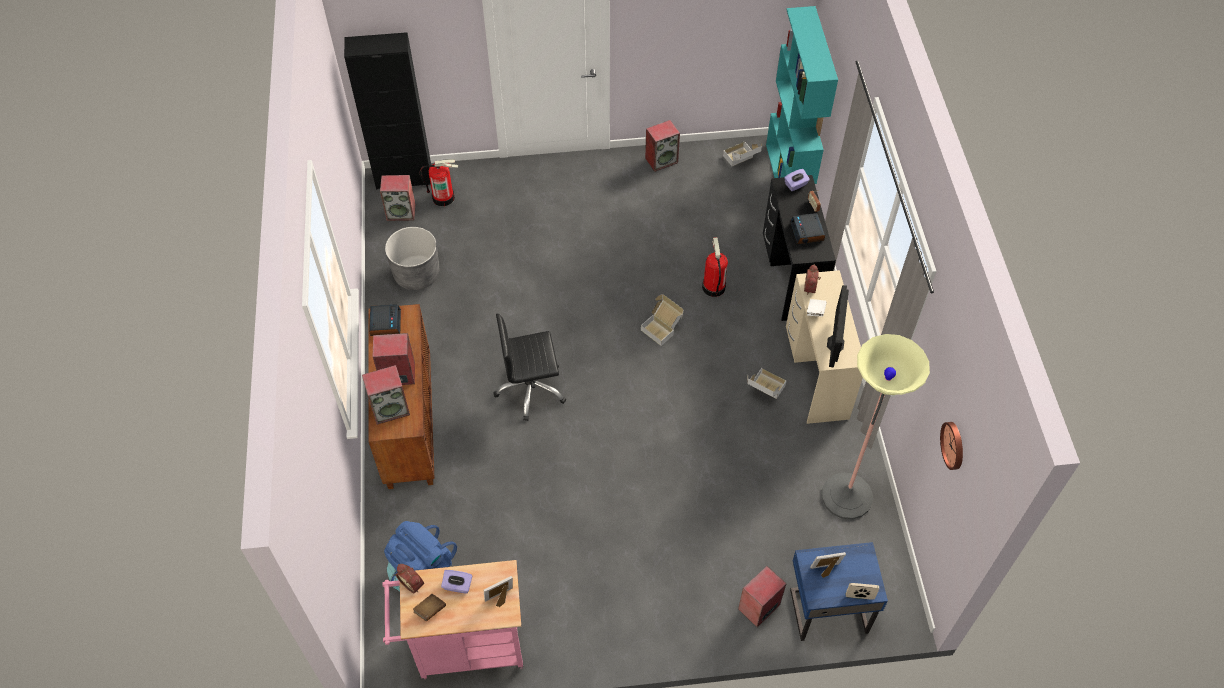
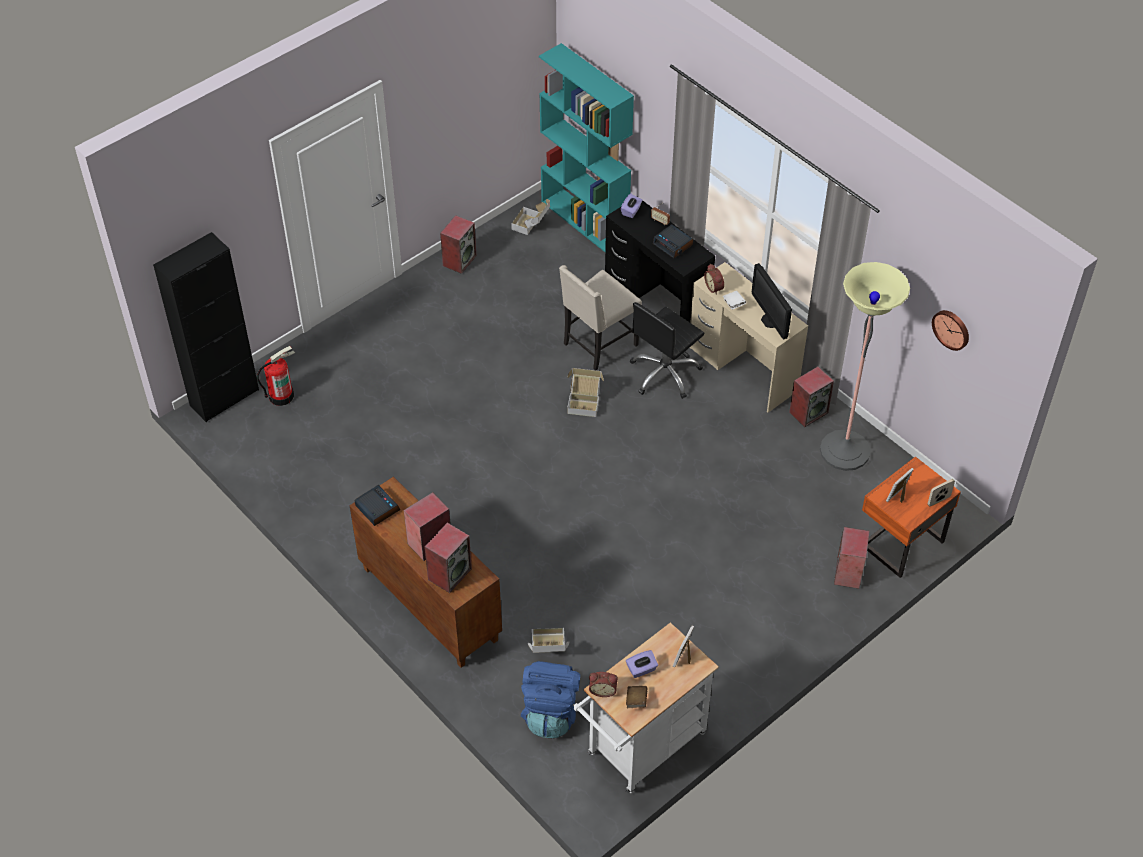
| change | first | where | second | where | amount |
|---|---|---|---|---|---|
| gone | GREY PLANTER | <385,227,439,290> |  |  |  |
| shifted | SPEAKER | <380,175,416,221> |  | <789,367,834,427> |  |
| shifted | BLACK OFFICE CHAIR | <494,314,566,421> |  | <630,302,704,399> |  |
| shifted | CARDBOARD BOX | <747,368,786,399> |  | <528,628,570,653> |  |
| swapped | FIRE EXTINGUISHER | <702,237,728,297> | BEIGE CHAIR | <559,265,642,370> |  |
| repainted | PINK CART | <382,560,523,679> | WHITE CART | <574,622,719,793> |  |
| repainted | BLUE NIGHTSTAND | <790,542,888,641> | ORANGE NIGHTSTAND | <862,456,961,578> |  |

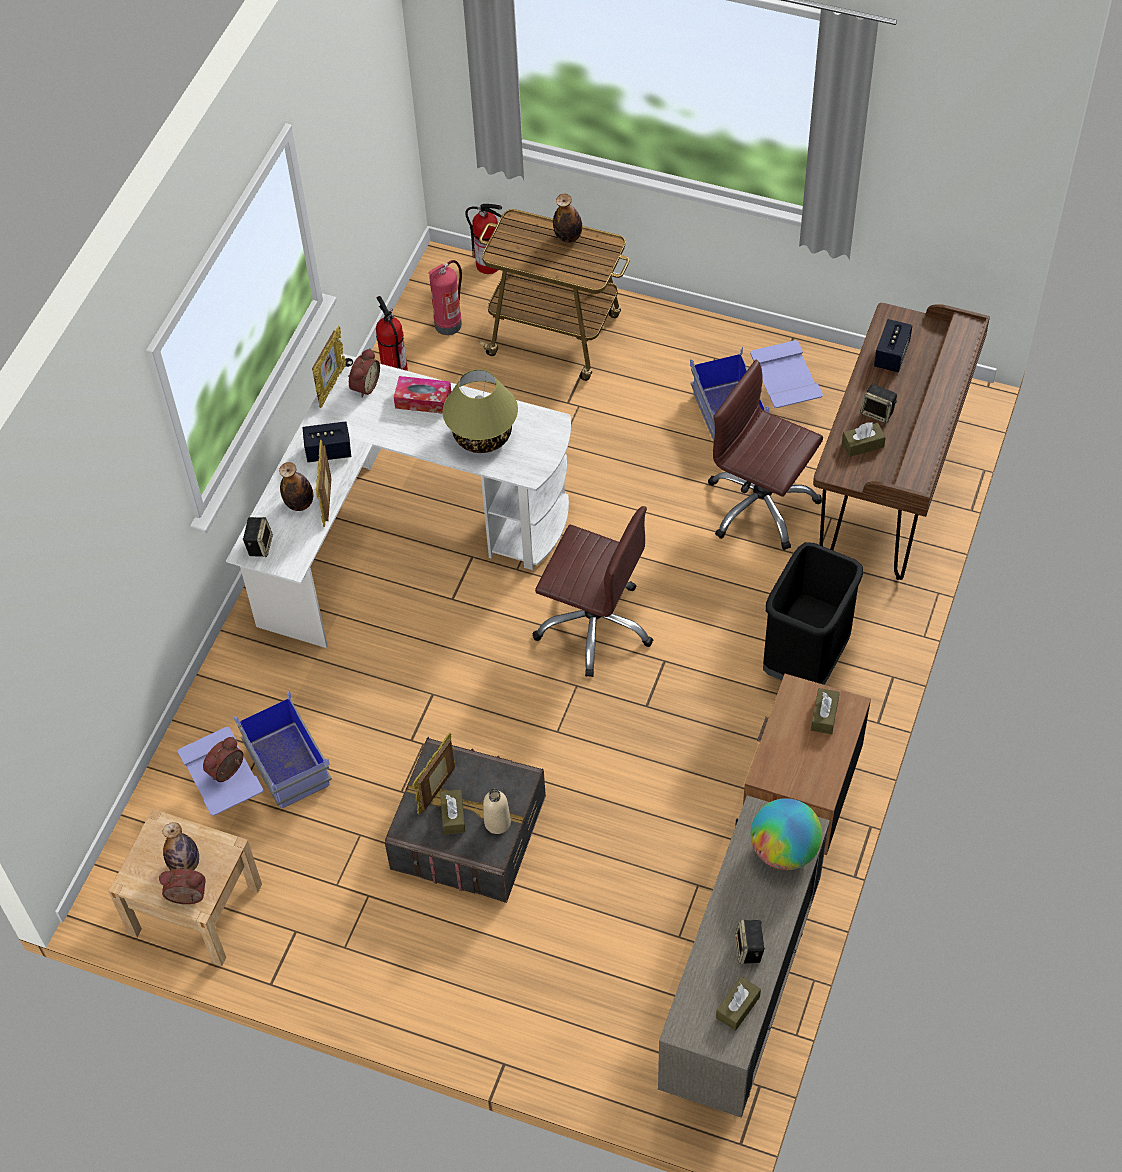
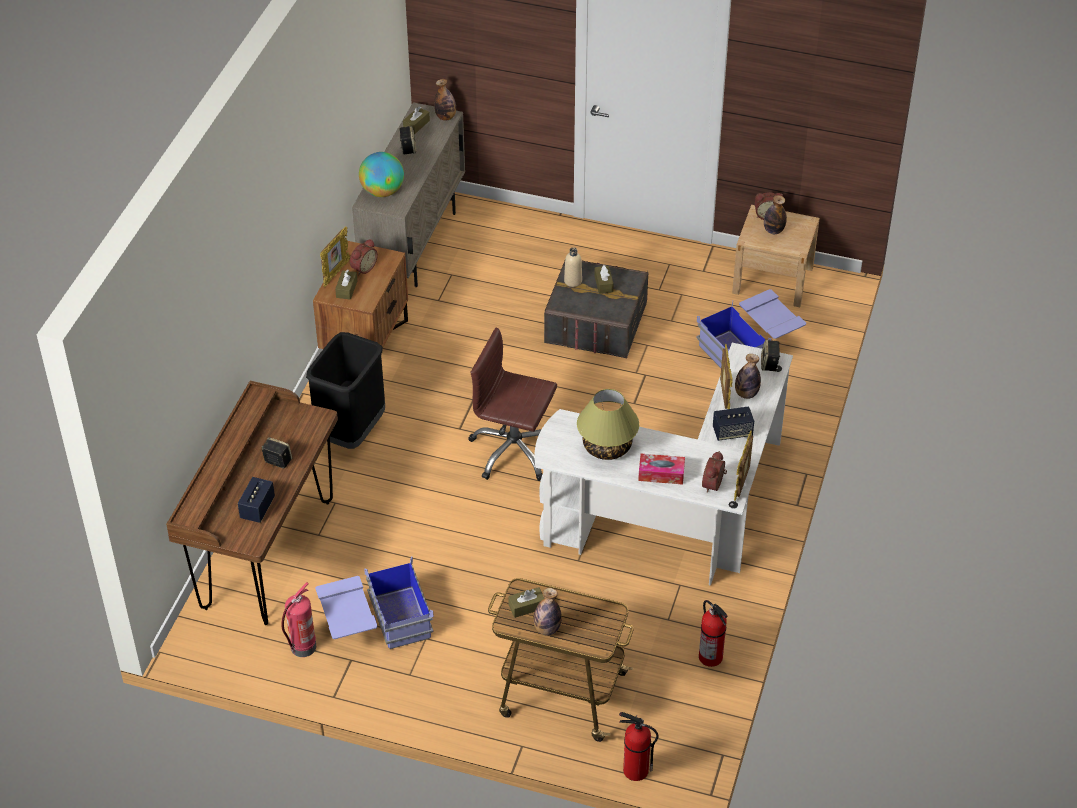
| change | first | where | second | where | amount |
|---|---|---|---|---|---|
| gone | BROWN OFFICE CHAIR | <708,360,823,550> |  |  |  |
| new |  |  | BOTTLE | <434,79,456,121> |  |
| shifted | ALARM CLOCK | <203,737,244,782> |  | <350,239,378,276> |  |
| shifted | PICTURE FRAME | <412,733,455,814> |  | <320,226,350,287> |  |
| shifted | FIRE EXTINGUISHER | <428,260,462,335> |  | <281,582,316,657> |  |
| shifted | BROWN TISSUE BOX | <842,422,886,457> |  | <508,587,544,618> |  |

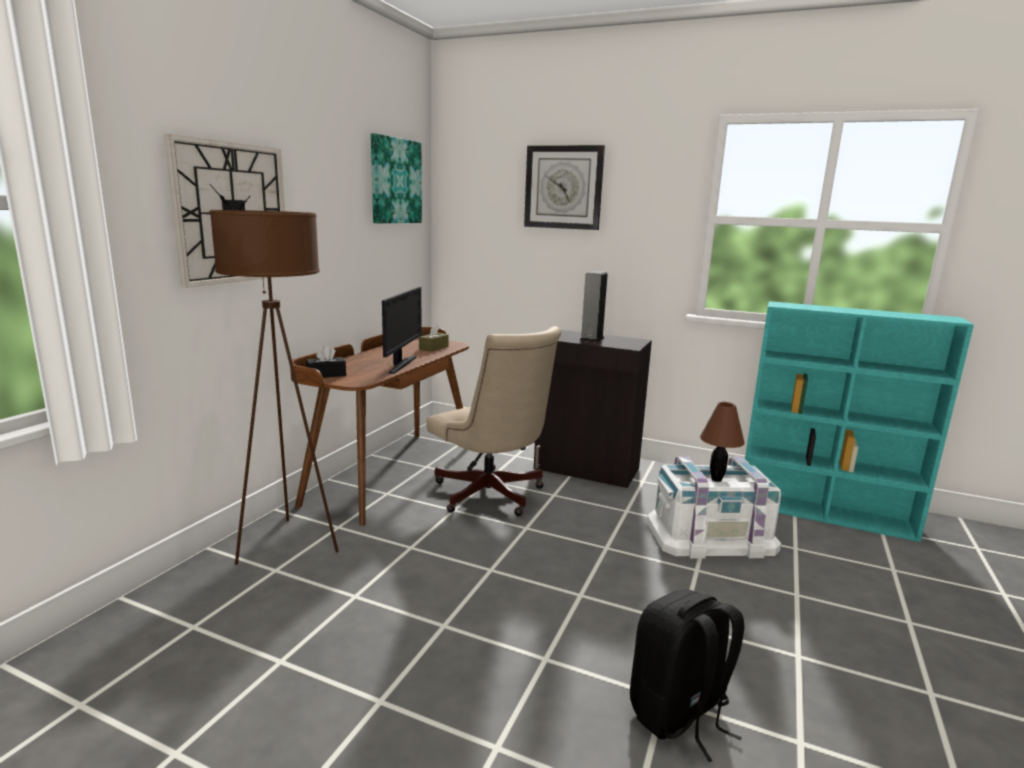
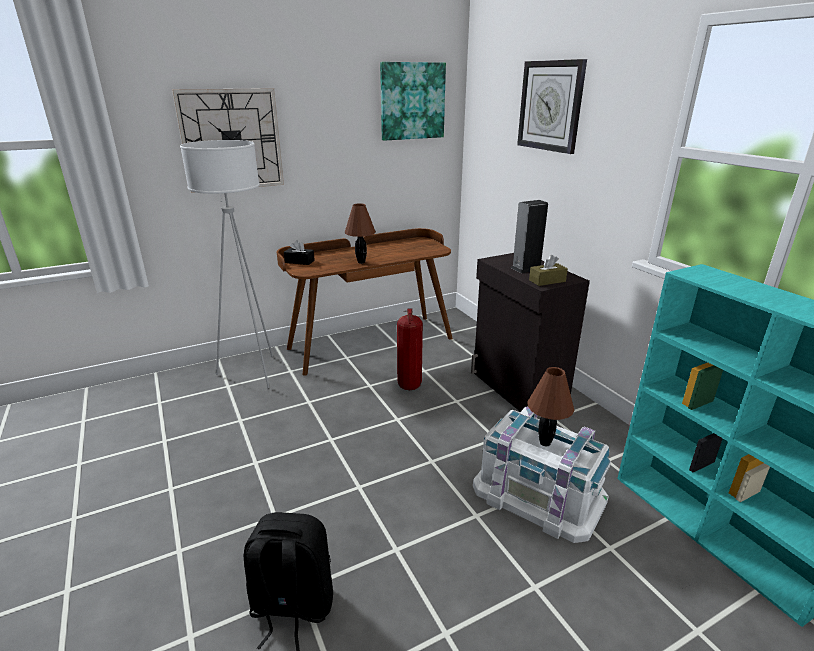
| change | first | where | second | where | amount |
|---|---|---|---|---|---|
| shifted | BROWN TISSUE BOX | <419,324,449,352> |  | <529,255,568,286> |  |
| swapped | MONITOR | <382,287,422,374> | BROWN TABLE LAMP | <345,203,376,264> |  |
| swapped | BEIGE OFFICE CHAIR | <426,326,561,516> | FIRE EXTINGUISHER | <397,309,423,390> |  |
| repainted | BROWN FLOOR LAMP | <210,210,339,565> | WHITE FLOOR LAMP | <180,140,273,388> |  |

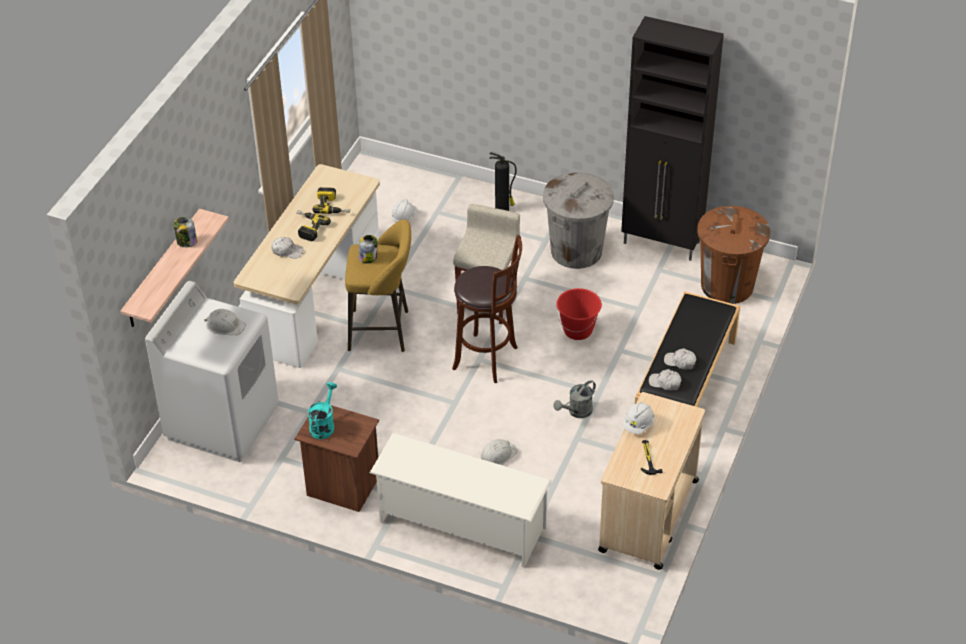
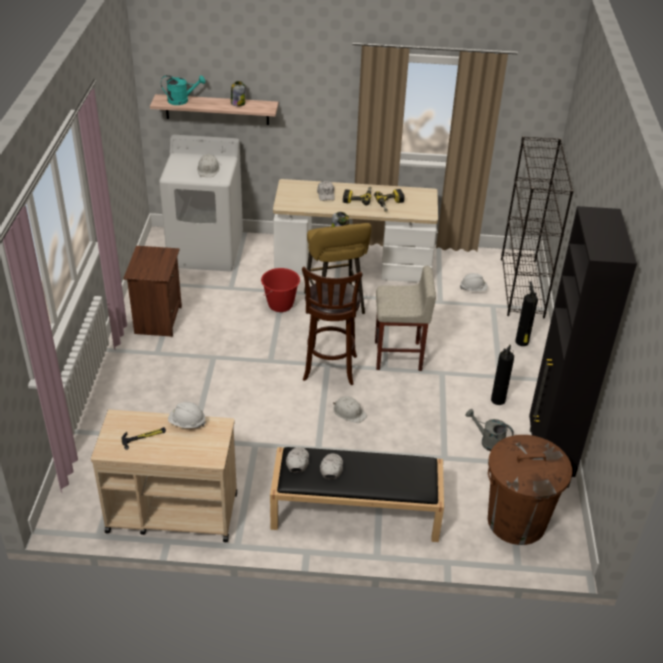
| change | first | where | second | where | amount |
|---|---|---|---|---|---|
| gone | WHITE SHOE RACK | <370,433,551,567> |  |  |  |
| new |  |  | BLACK BOOKCASE | <501,136,573,318> |  |
| shifted | TURQUOISE WATERING CAN | <308,382,337,439> |  | <161,75,206,105> |  |
| shifted | WHITE HARD HAT | <481,439,517,465> |  | <333,396,367,423> |  |
| shifted | GREY WATERING CAN | <553,380,596,418> |  | <465,409,514,452> |  |
| shifted | RED BUCKET | <556,288,602,340> |  | <261,268,300,312> |  |
| swapped | GREY TRASH CAN | <543,172,614,269> | FIRE EXTINGUISHER | <491,345,514,405> |  |

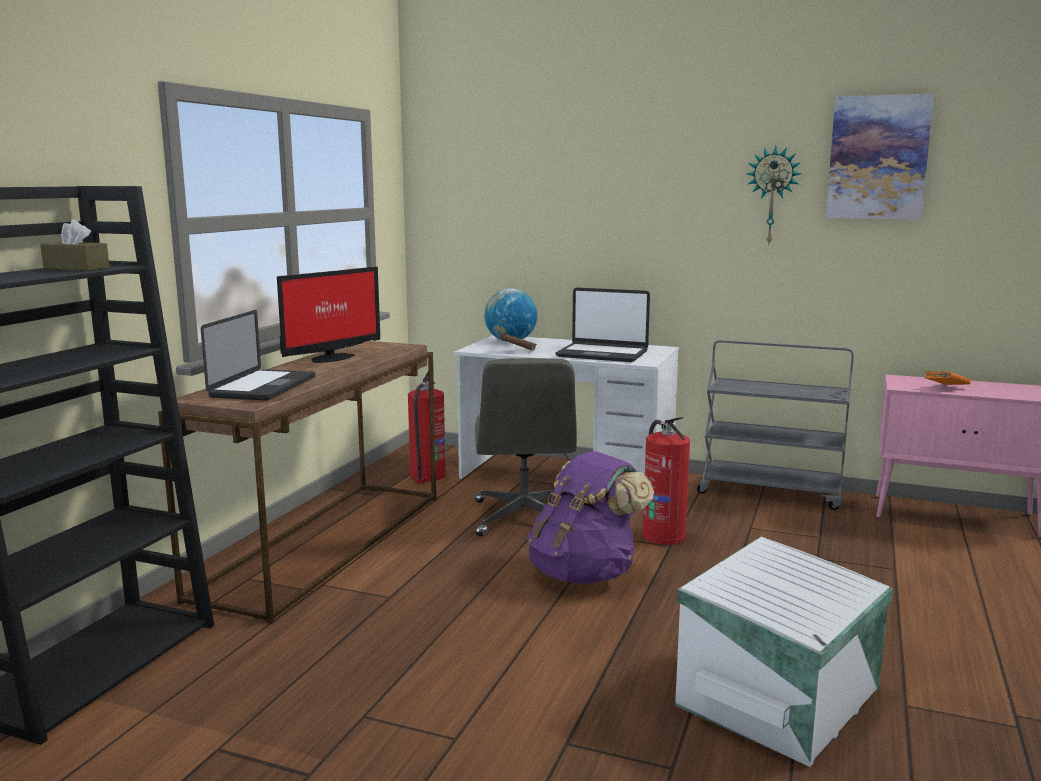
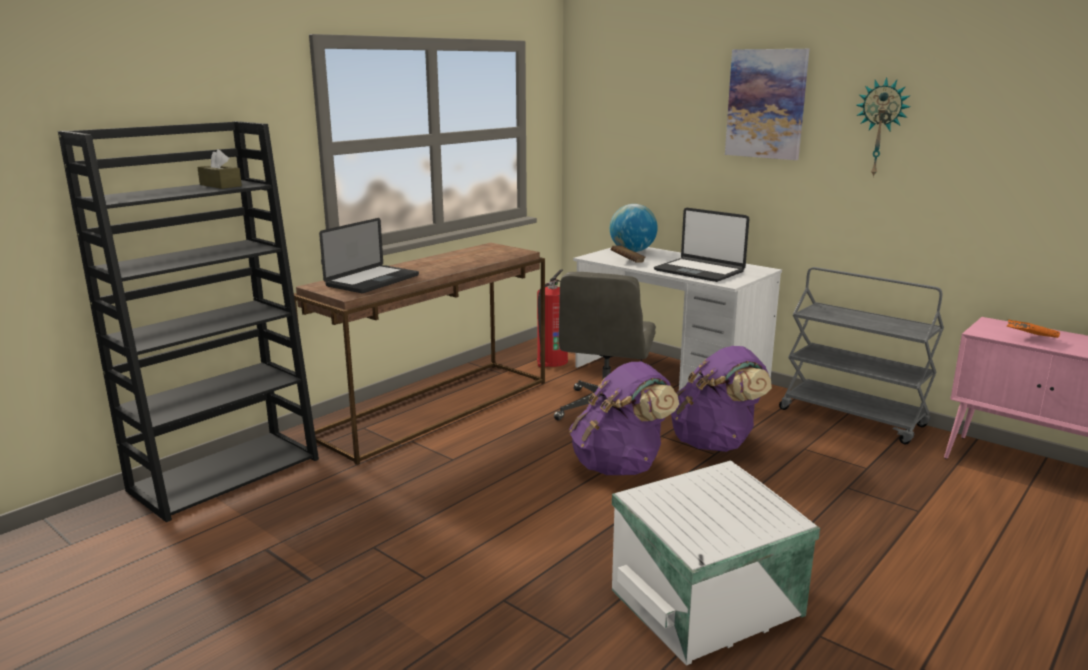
| change | first | where | second | where | amount |
|---|---|---|---|---|---|
| gone | MONITOR | <277,267,380,363> |  |  |  |
| shifted | PICTURE | <826,94,934,220> |  | <725,49,810,160> |  |
| swapped | FIRE EXTINGUISHER | <642,417,690,545> | PURPLE BACKPACK | <671,346,772,452> |  |

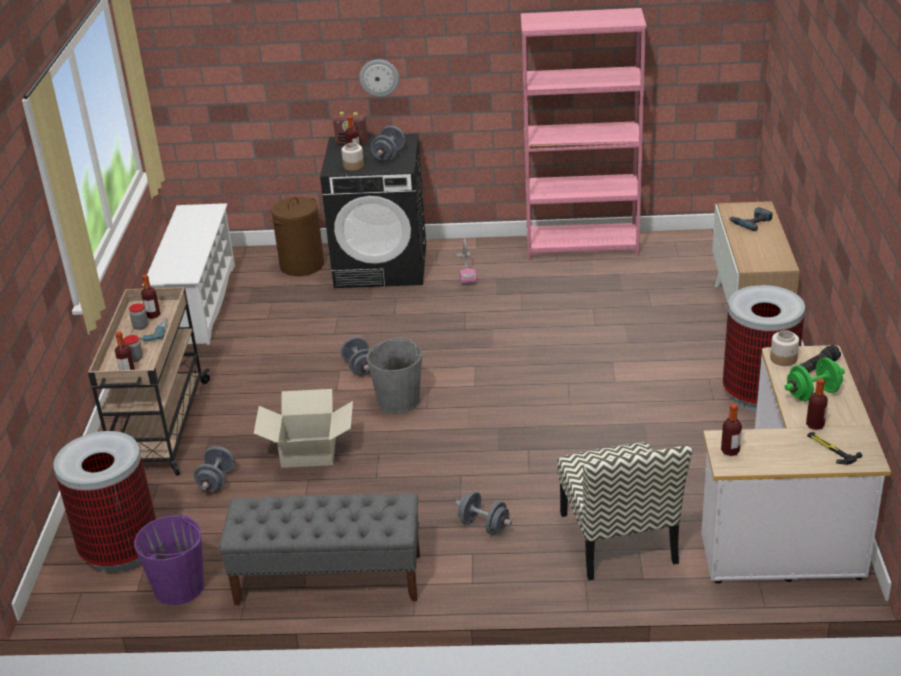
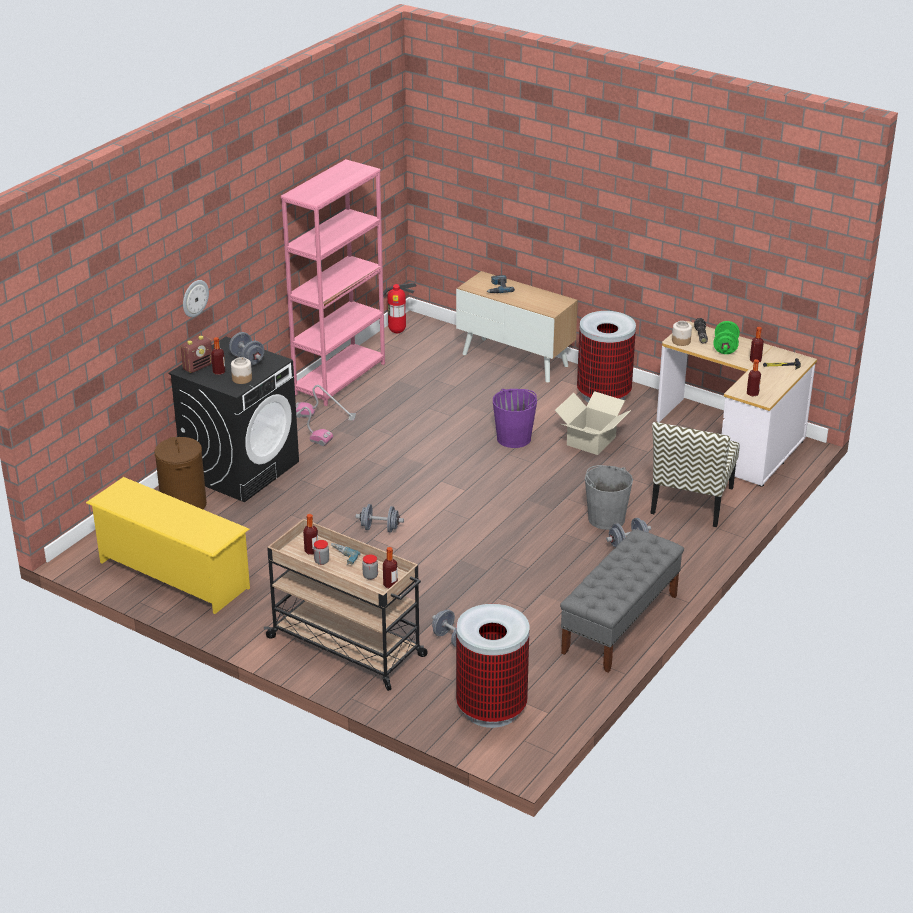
| change | first | where | second | where | amount |
|---|---|---|---|---|---|
| new |  |  | VACUUM CLEANER | <296,385,356,421> |  |
| new |  |  | FIRE EXTINGUISHER | <379,283,417,333> |  |
| shifted | PURPLE BUCKET | <134,514,205,605> |  | <493,389,537,448> |  |
| shifted | CARDBOARD BOX | <254,389,353,468> |  | <555,391,631,455> |  |
| shifted | GREY BUCKET | <367,337,422,414> |  | <585,465,633,530> |  |
| repainted | WHITE SHOE RACK | <142,203,235,345> | YELLOW SHOE RACK | <86,477,250,614> |  |
| rotated | CHAIR | <557,442,693,580> |  | <650,422,740,527> | 90 degrees clockwise |

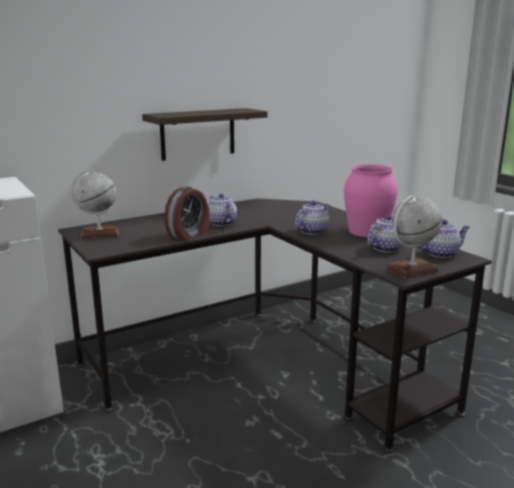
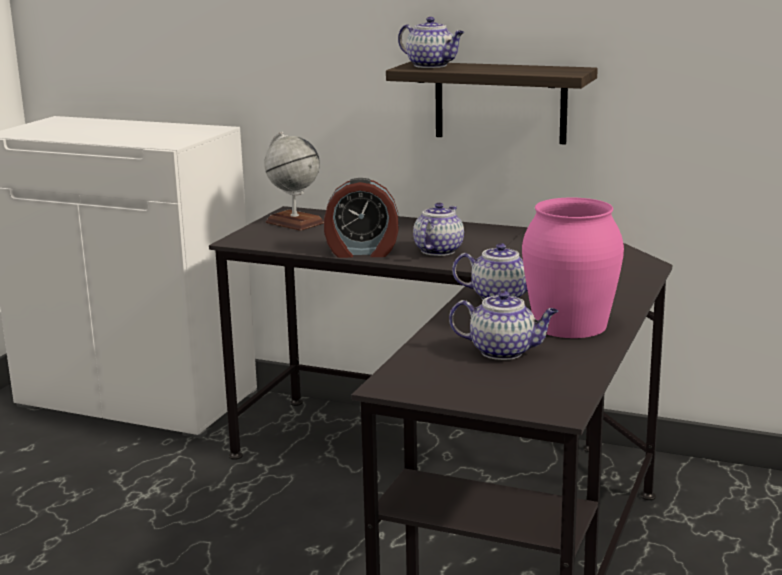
| change | first | where | second | where | amount |
|---|---|---|---|---|---|
| gone | GLOBE | <386,195,442,279> |  |  |  |
| shifted | TEAPOT | <418,219,470,258> |  | <398,17,464,68> |  |

